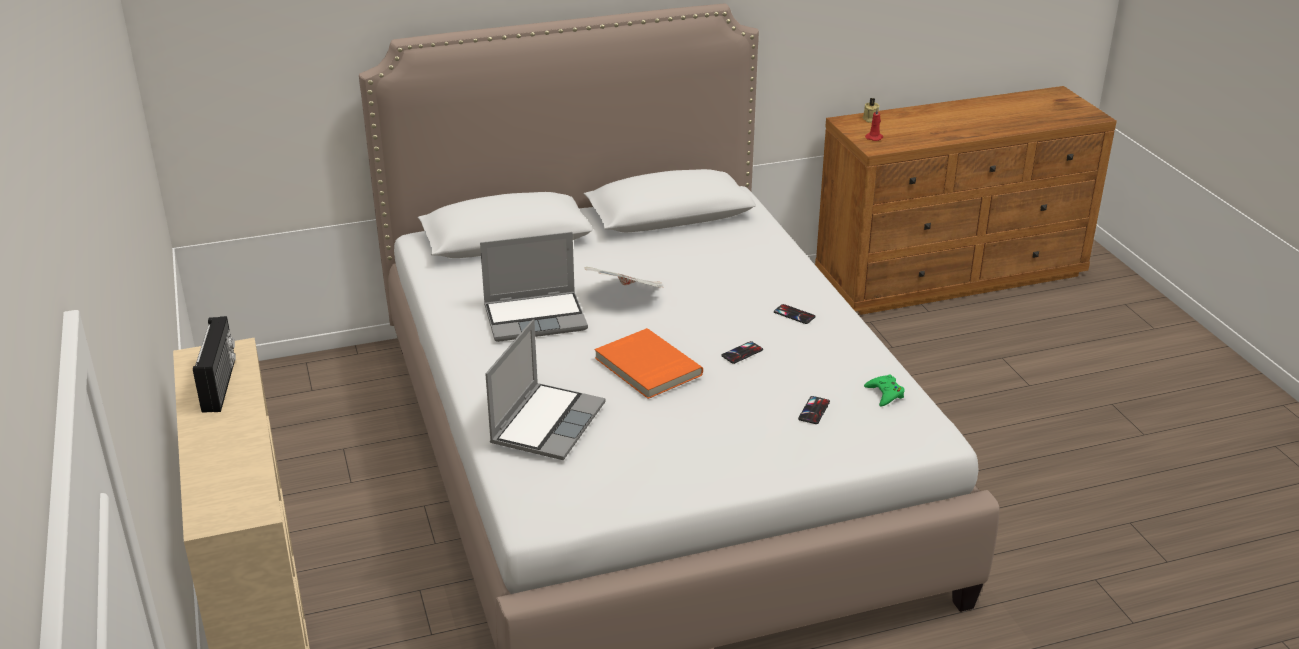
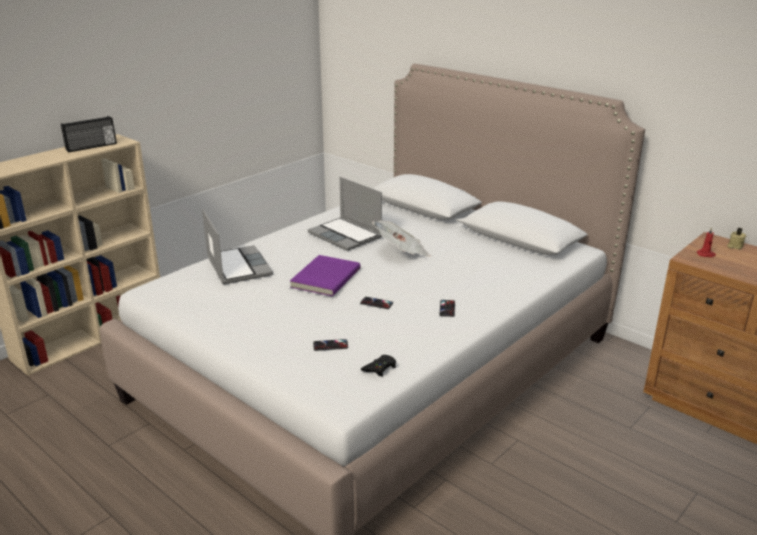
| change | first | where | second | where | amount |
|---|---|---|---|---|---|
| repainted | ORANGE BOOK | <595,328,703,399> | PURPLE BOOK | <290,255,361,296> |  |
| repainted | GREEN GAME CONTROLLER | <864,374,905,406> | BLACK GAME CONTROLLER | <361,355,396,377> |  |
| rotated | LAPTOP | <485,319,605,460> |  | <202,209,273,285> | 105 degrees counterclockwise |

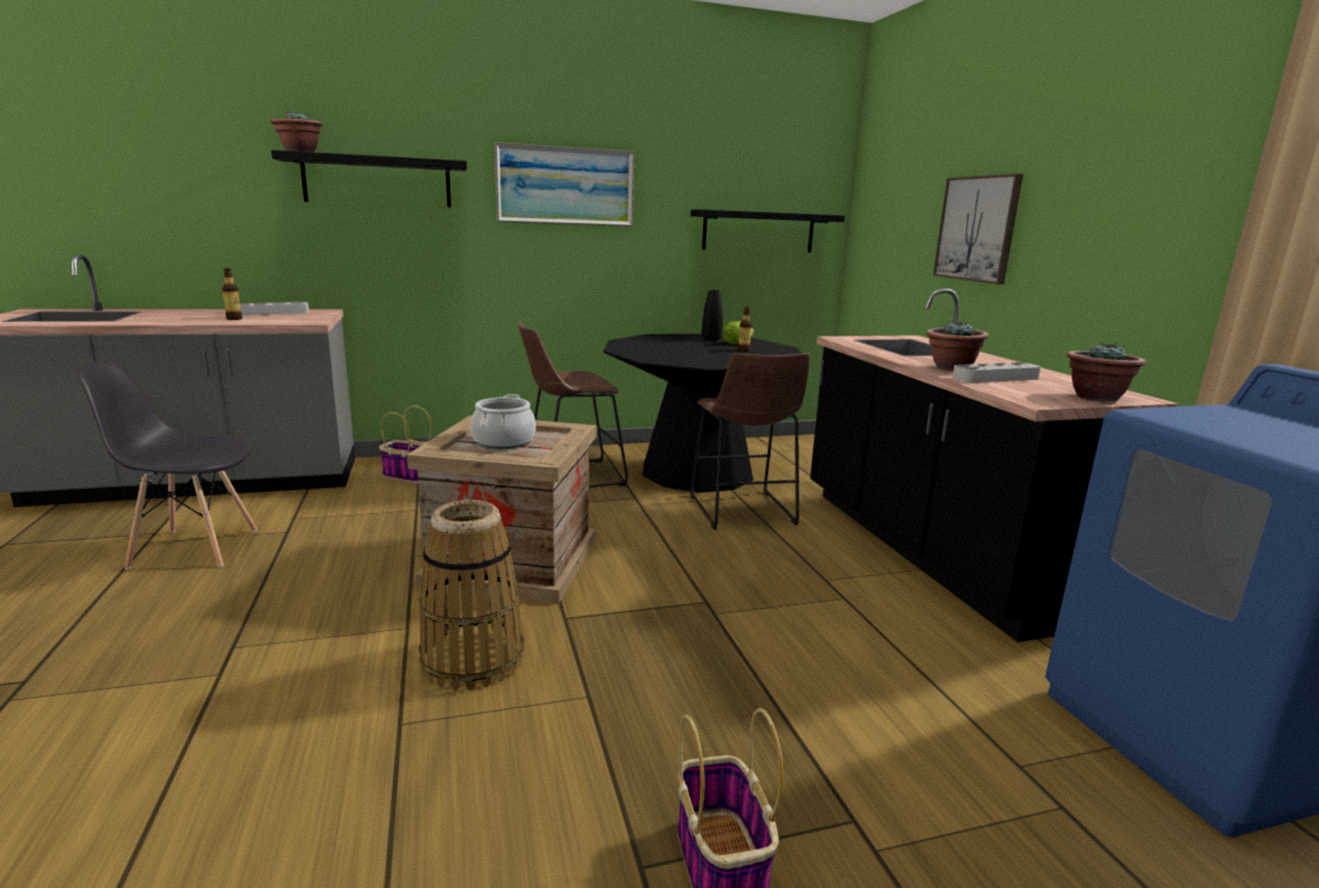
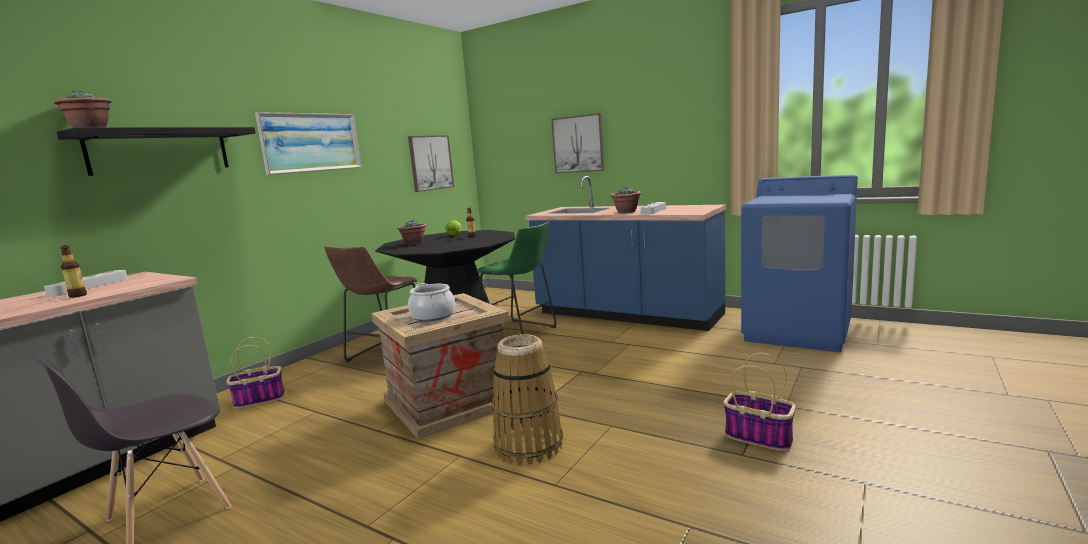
| change | first | where | second | where | amount |
|---|---|---|---|---|---|
| gone | BLACK VASE | <702,290,723,341> |  |  |  |
| shifted | POTTED PLANT | <1067,342,1146,402> |  | <397,220,427,245> |  |
| swapped | BLACK SHELF | <690,210,845,252> | PICTURE | <408,135,454,192> |  |
| repainted | BROWN STOOL | <690,353,810,530> | GREEN STOOL | <476,222,556,334> |  |
| repainted | BLACK COUNTER | <810,288,1179,642> | BLUE COUNTER | <525,176,726,331> |  |

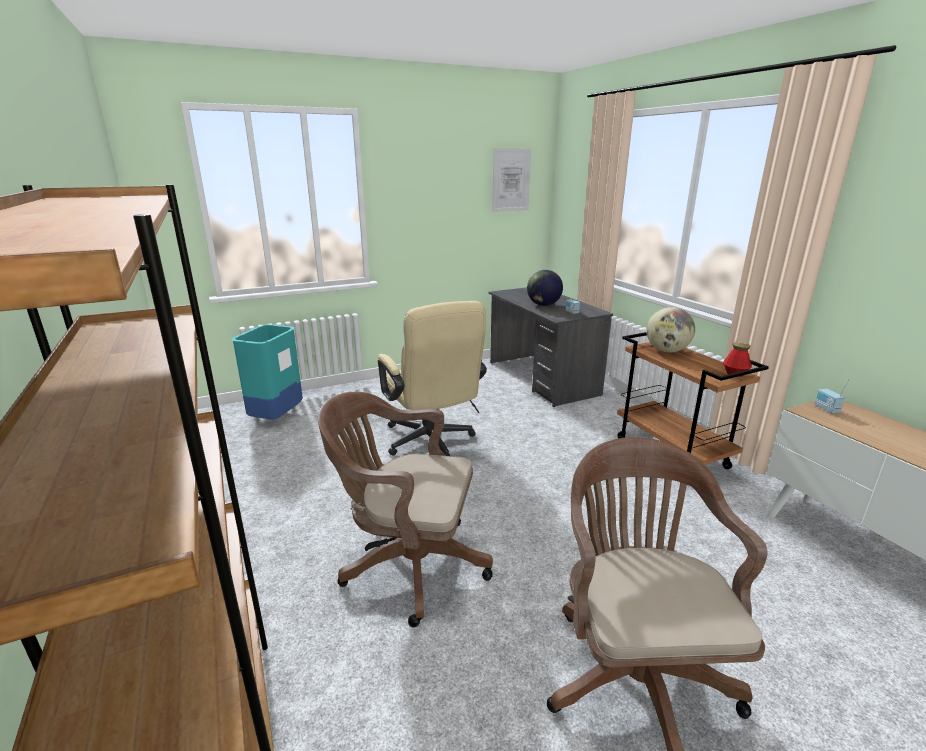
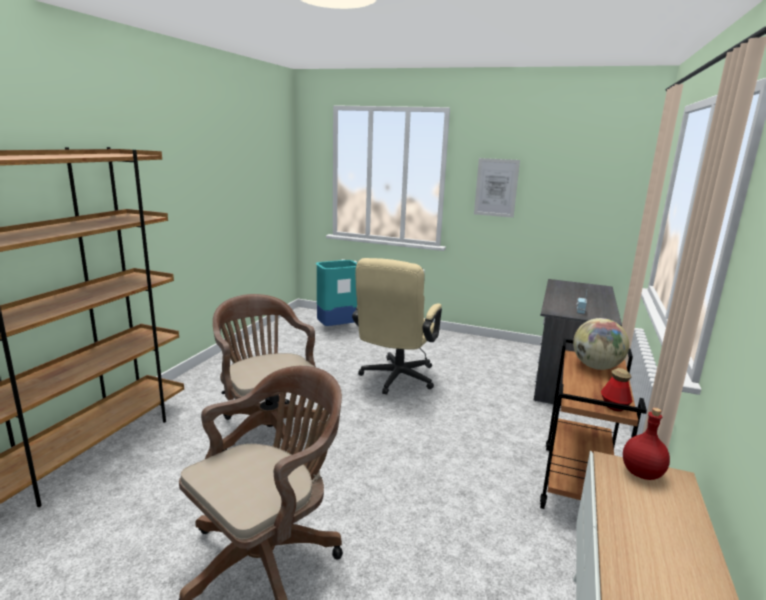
| change | first | where | second | where | amount |
|---|---|---|---|---|---|
| gone | GLOBE | <527,270,563,306> |  |  |  |
| shifted | PICTURE | <492,148,531,212> |  | <474,158,520,218> |  |
| swapped | RADIO | <815,378,850,414> | RED BOTTLE | <623,408,670,480> |  |

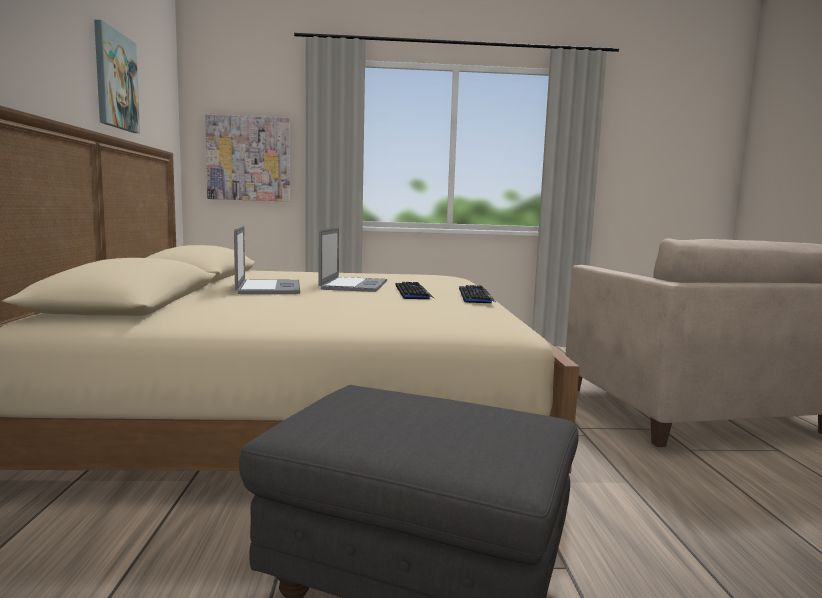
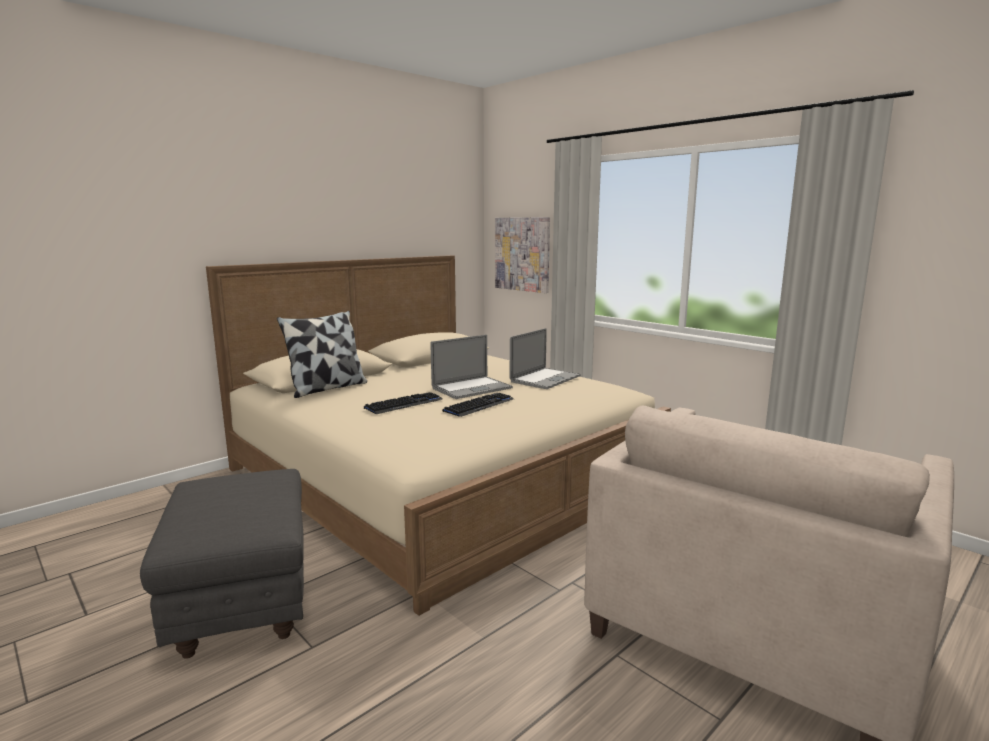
| change | first | where | second | where | amount |
|---|---|---|---|---|---|
| gone | PICTURE | <94,20,140,133> |  |  |  |
| new |  |  | PILLOW | <277,311,367,398> |  |
| shifted | LAPTOP | <234,226,300,294> |  | <510,328,581,389> |  |
| shifted | KEYBOARD | <459,285,497,303> |  | <364,392,443,414> |  |

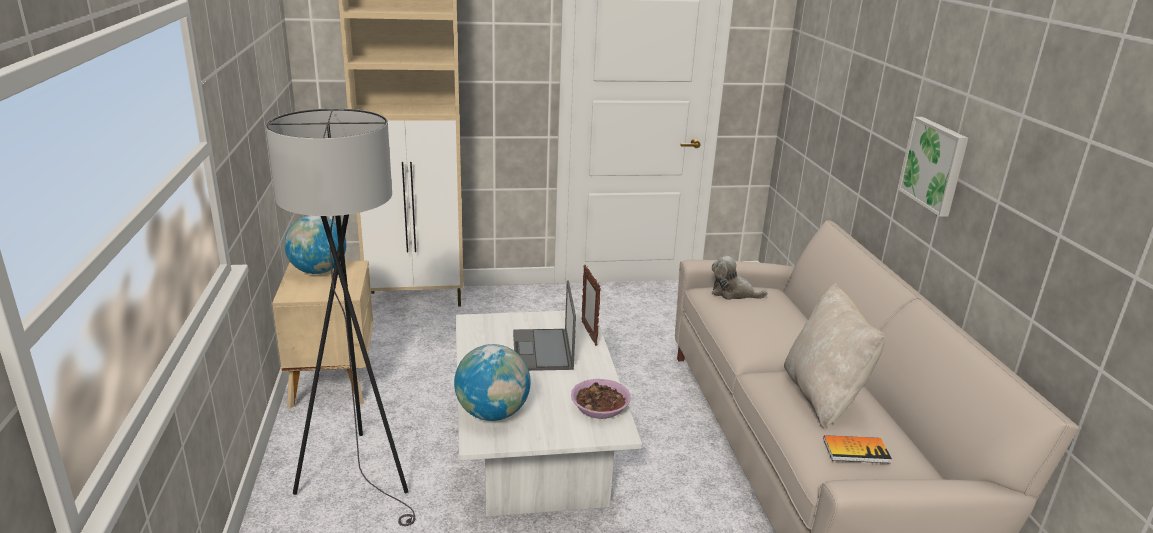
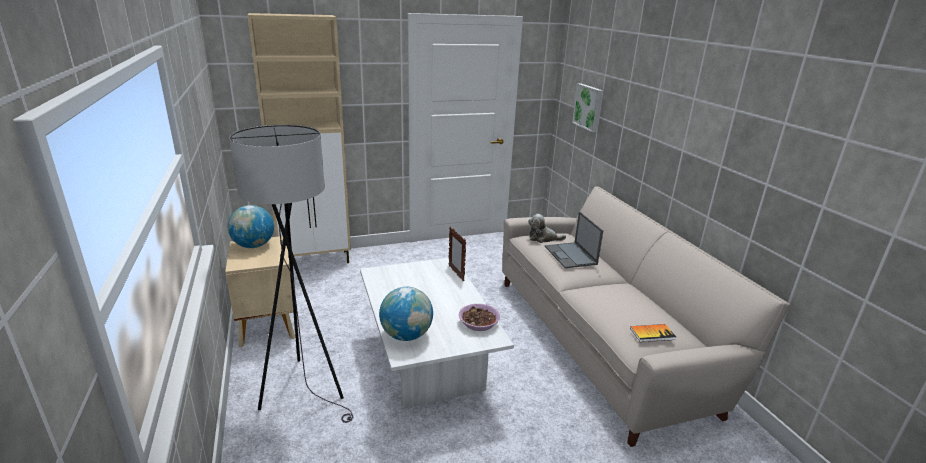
| change | first | where | second | where | amount |
|---|---|---|---|---|---|
| gone | BEIGE PILLOW | <784,283,886,429> |  |  |  |
| shifted | LAPTOP | <513,281,576,371> |  | <545,212,603,268> |  |
| shifted | PICTURE | <898,117,968,217> |  | <572,84,603,132> |  |

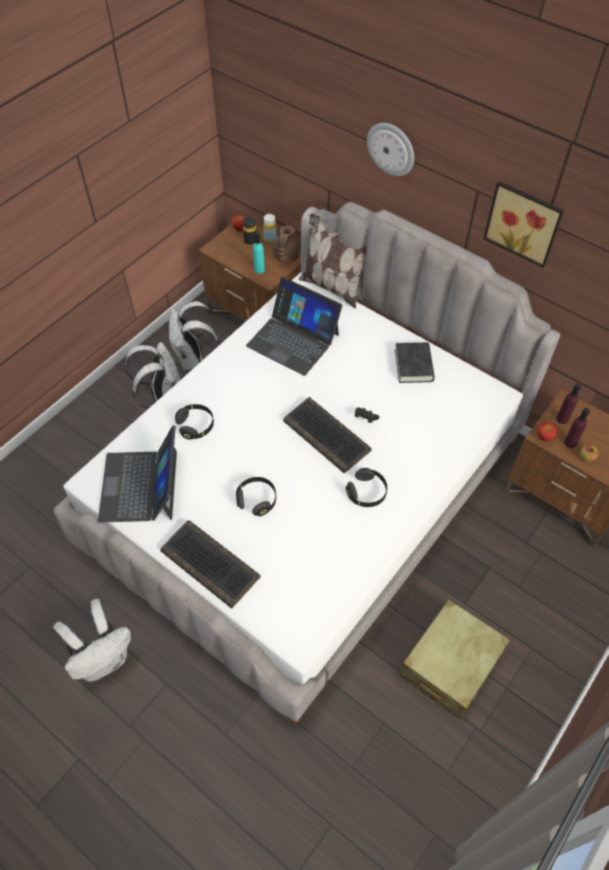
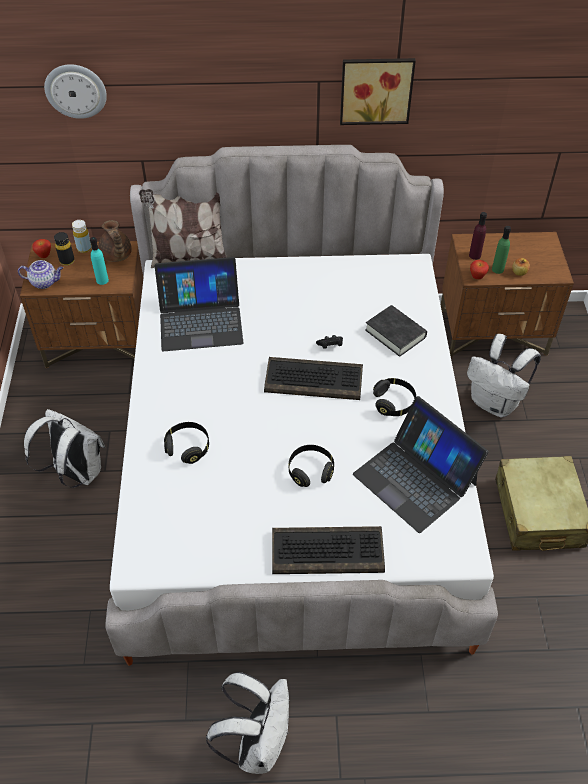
| change | first | where | second | where | amount |
|---|---|---|---|---|---|
| new |  |  | TEAPOT | <18,260,63,289> |  |
| shifted | LAPTOP | <98,425,177,523> |  | <353,396,489,533> |  |
| shifted | WHITE BACKPACK | <169,301,220,370> |  | <467,334,541,418> |  |
| shifted | WALL CLOCK | <367,123,414,176> |  | <44,64,107,119> |  |
| shifted | BLACK BOOK | <395,342,435,383> |  | <365,305,427,357> |  |
| repainted | PURPLE BOTTLE | <564,408,590,448> | GREEN BOTTLE | <492,226,511,274> |  |

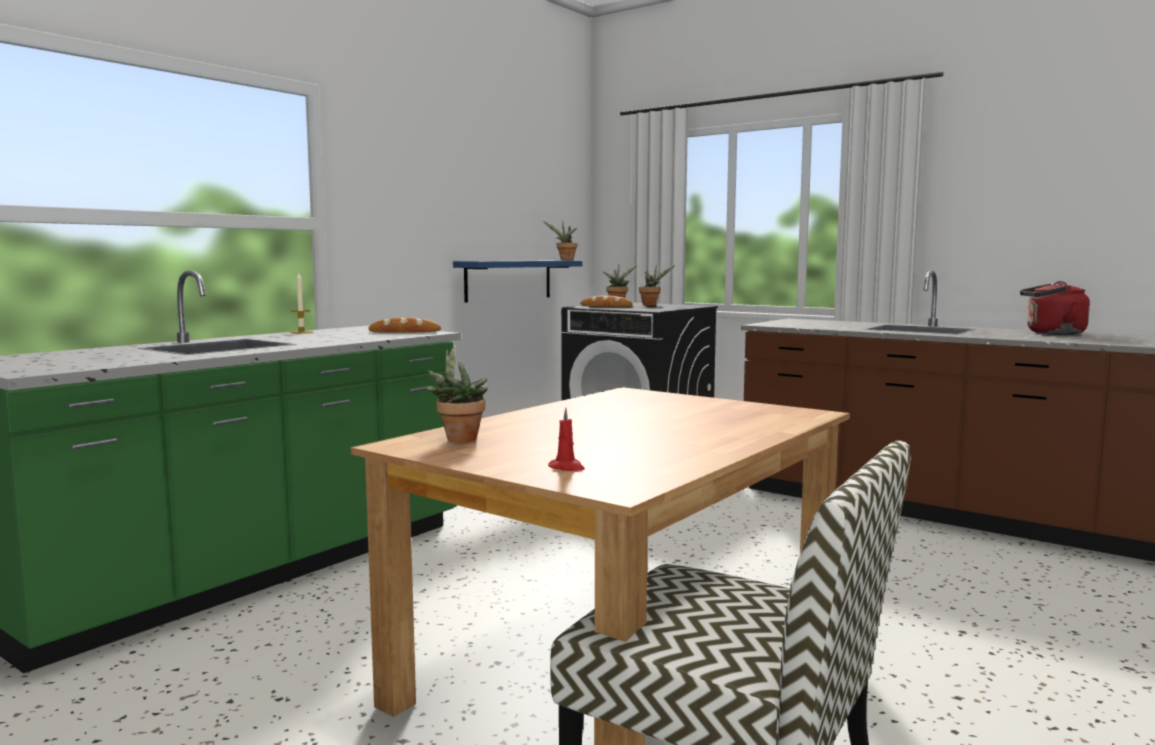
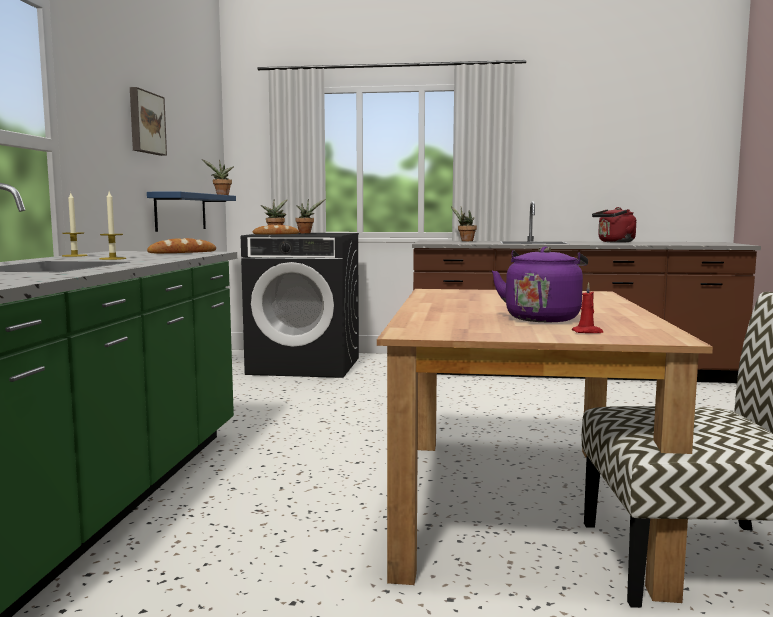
| change | first | where | second | where | amount |
|---|---|---|---|---|---|
| new |  |  | CANDLE | <99,192,126,260> |  |
| new |  |  | PICTURE | <130,87,167,156> |  |
| new |  |  | PURPLE KETTLE | <492,246,588,322> |  |
| shifted | POTTED PLANT | <425,345,488,442> |  | <451,207,477,241> |  |

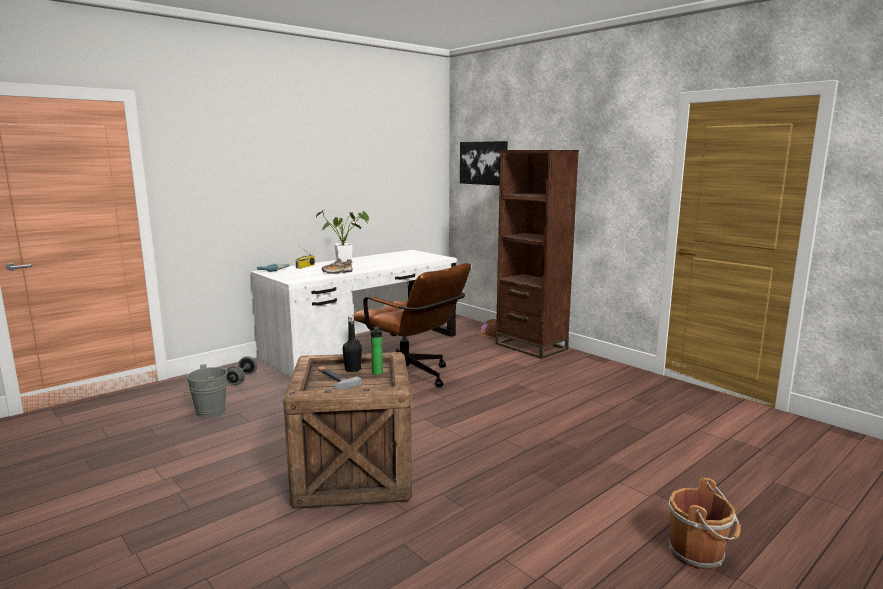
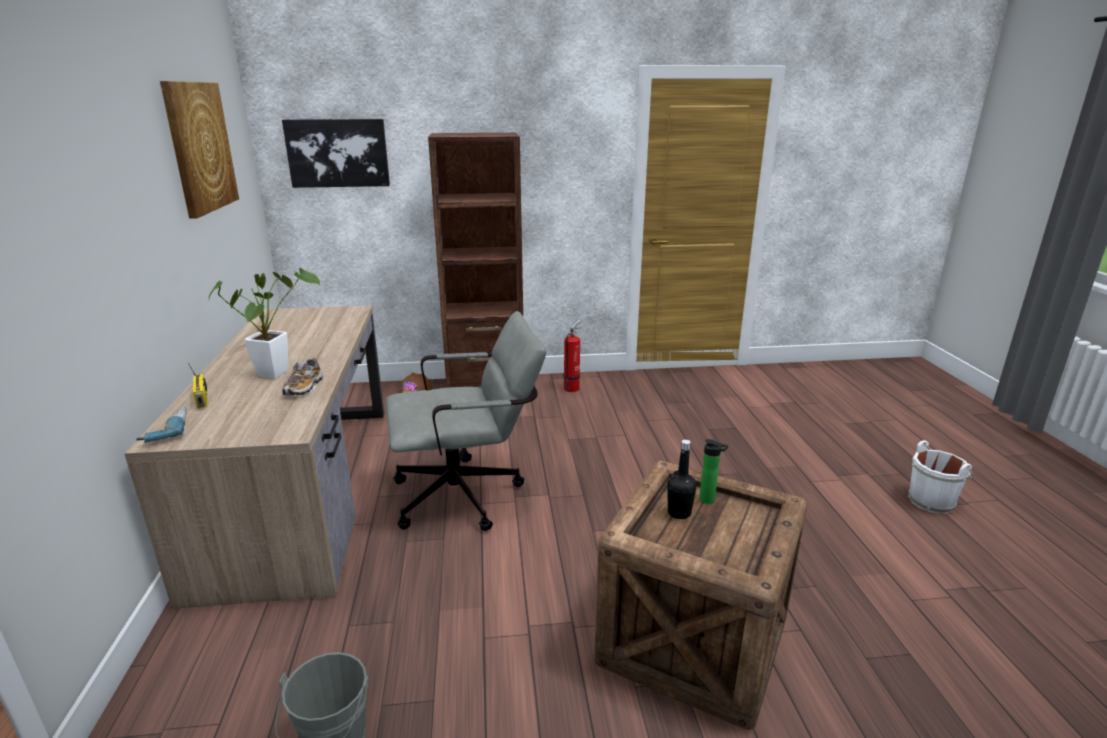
| change | first | where | second | where | amount |
|---|---|---|---|---|---|
| gone | GREY DUMBBELL | <227,356,257,385> |  |  |  |
| gone | HAMMER | <318,366,362,389> |  |  |  |
| new |  |  | PICTURE | <160,81,239,219> |  |
| new |  |  | FIRE EXTINGUISHER | <563,320,582,392> |  |
| repainted | WHITE DESK | <251,250,457,377> | BROWN DESK | <124,306,384,609> |  |
| repainted | BROWN OFFICE CHAIR | <353,263,471,387> | GREY OFFICE CHAIR | <386,311,546,531> |  |
| repainted | BROWN BUCKET | <669,478,741,570> | WHITE BUCKET | <908,440,974,514> |  |

